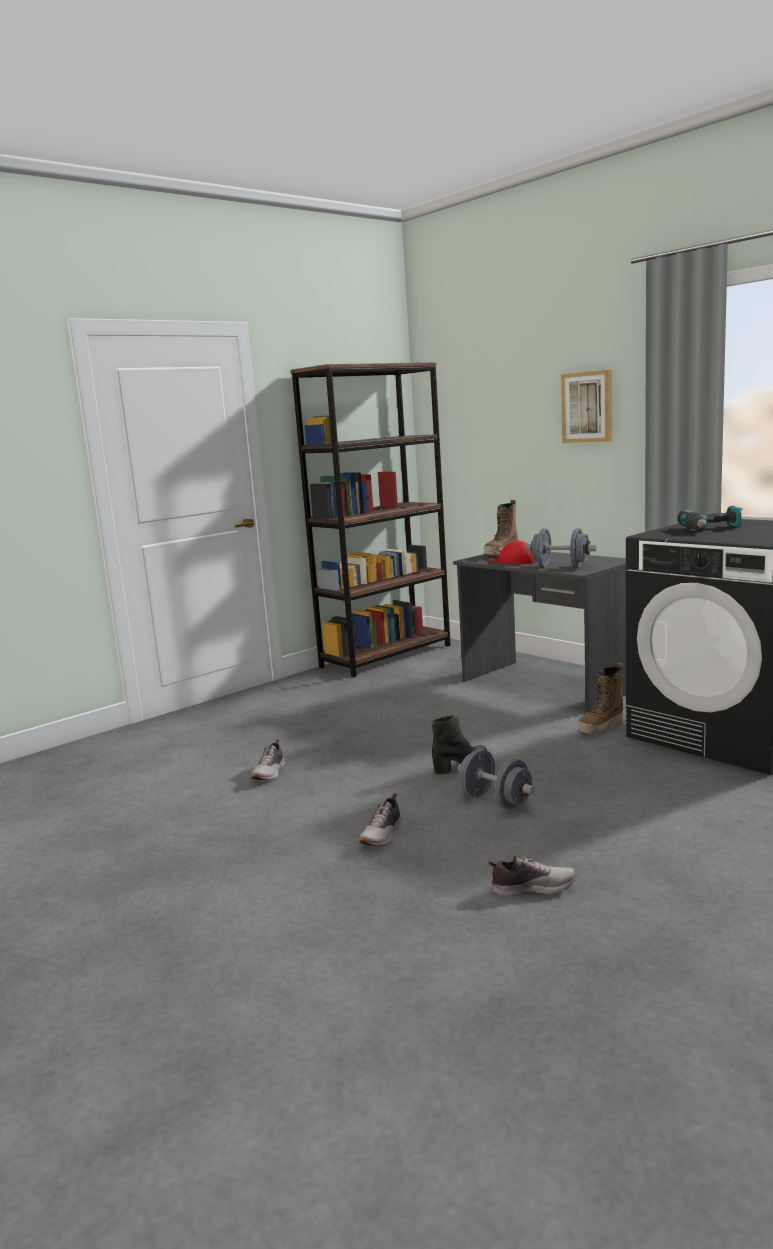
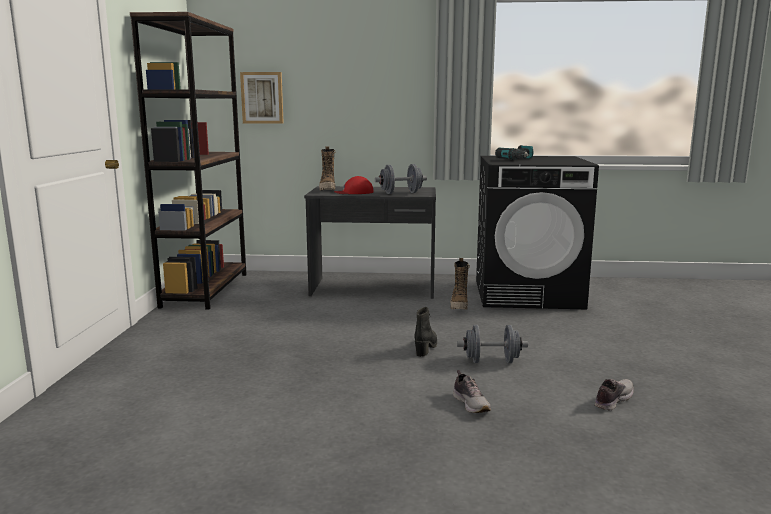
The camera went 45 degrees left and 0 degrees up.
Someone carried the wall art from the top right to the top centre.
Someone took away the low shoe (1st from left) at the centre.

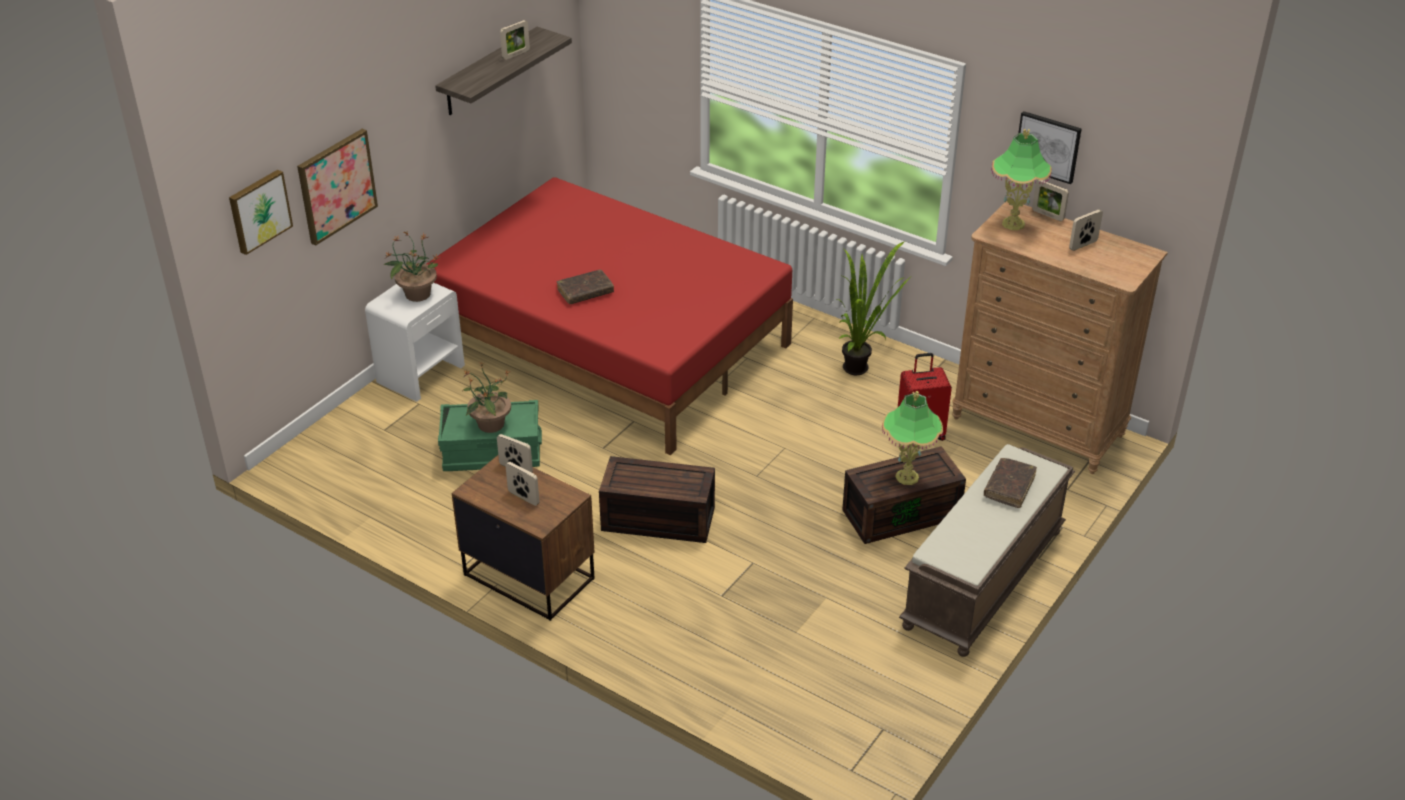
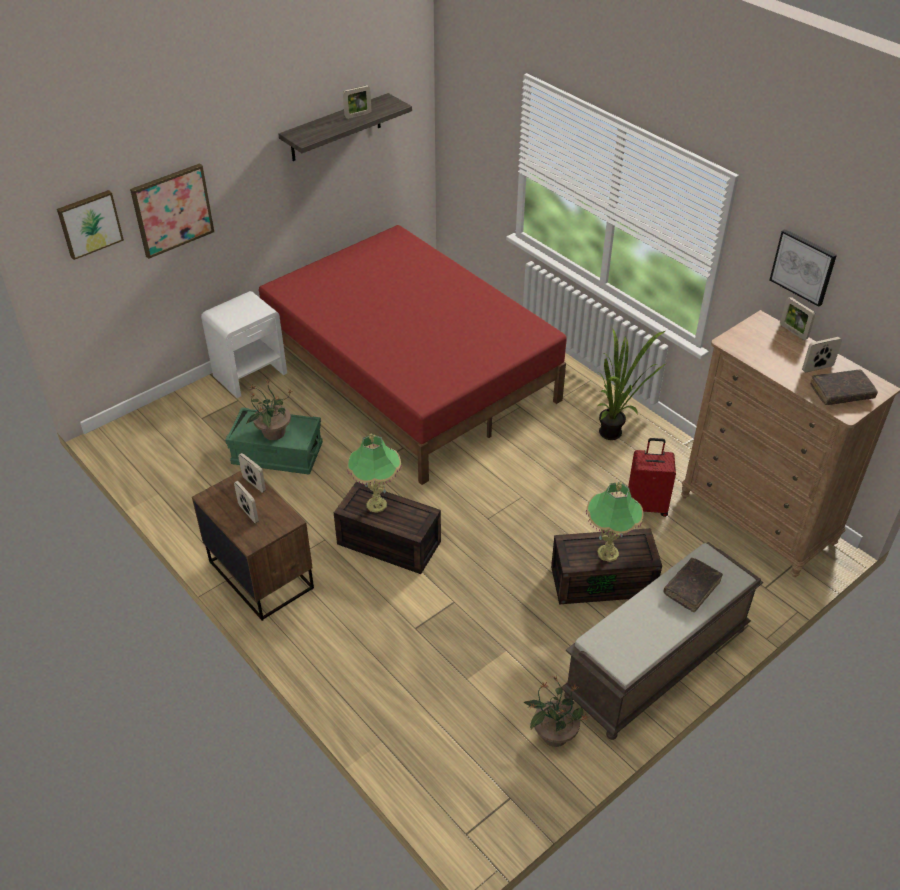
The camera went 15 degrees right and 5 degrees up.
Someone carried the tabletop lamp (2nd from left in the first image) from the top right to the centre.
Someone carried the houseplant (1st from left in the first image) from the top left to the bottom centre.
Someone carried the volume (brown-coloured) (1st from left in the first image) from the centre to the middle right.

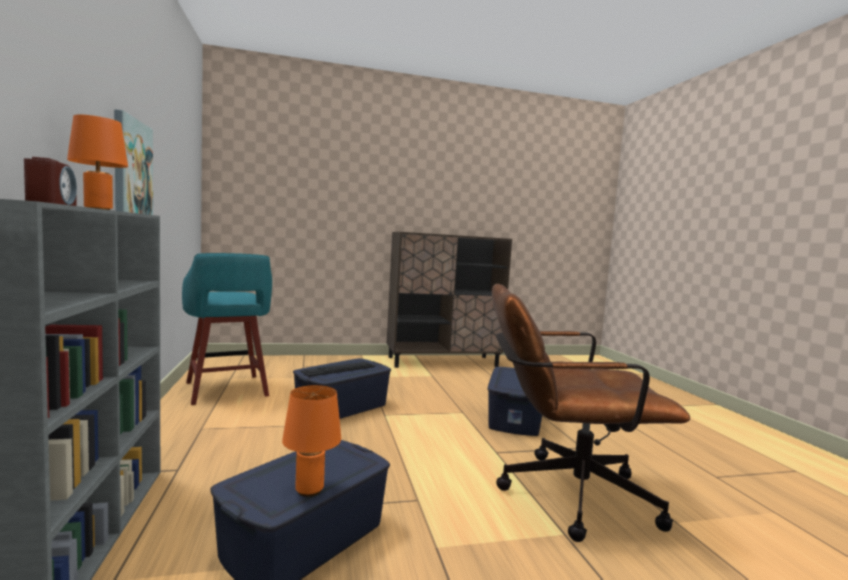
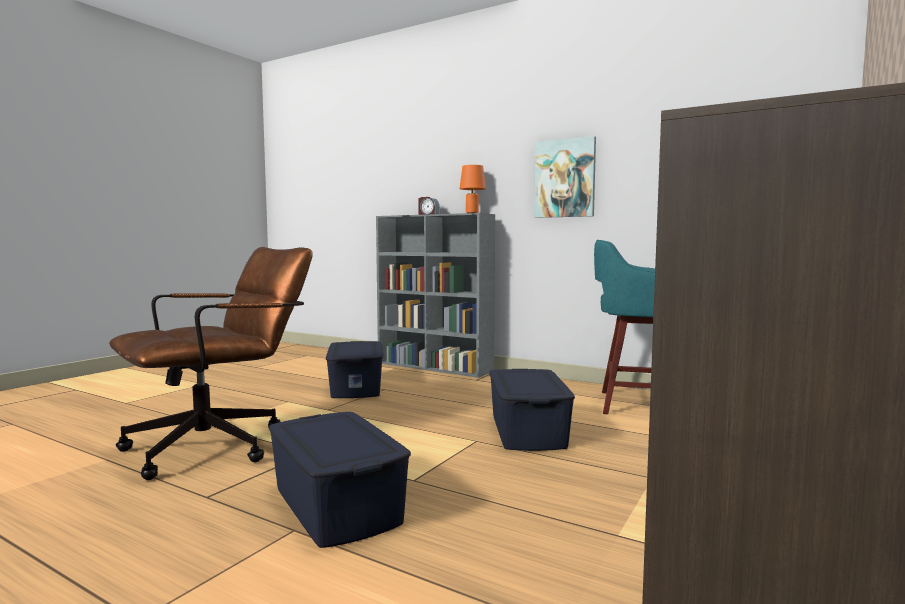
The camera went 135 degrees right and 0 degrees up.
Someone took away the computer keyboard at the centre.
Someone took away the tabletop lamp (orangey) (2nd from left) at the bottom centre.

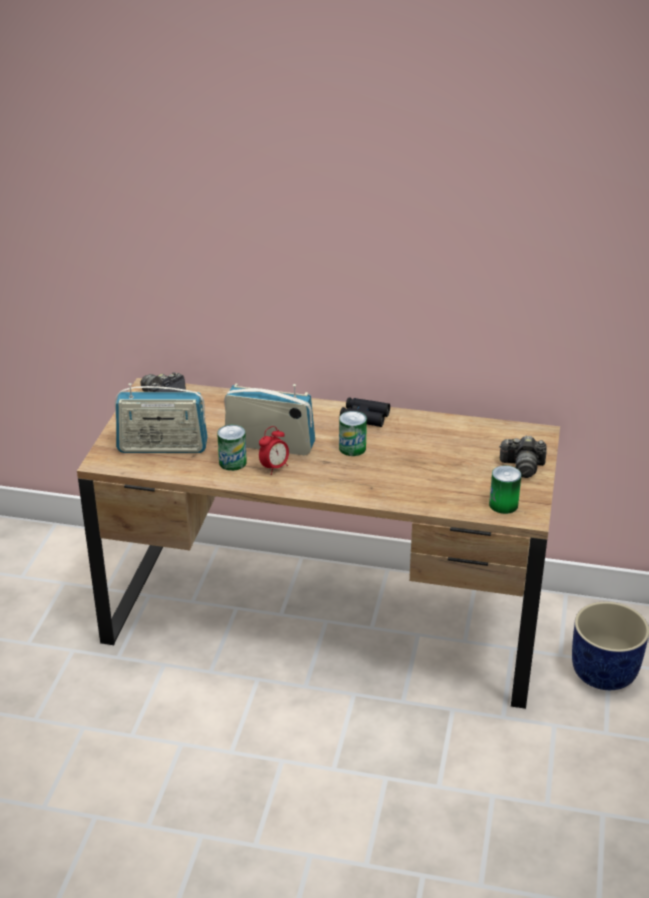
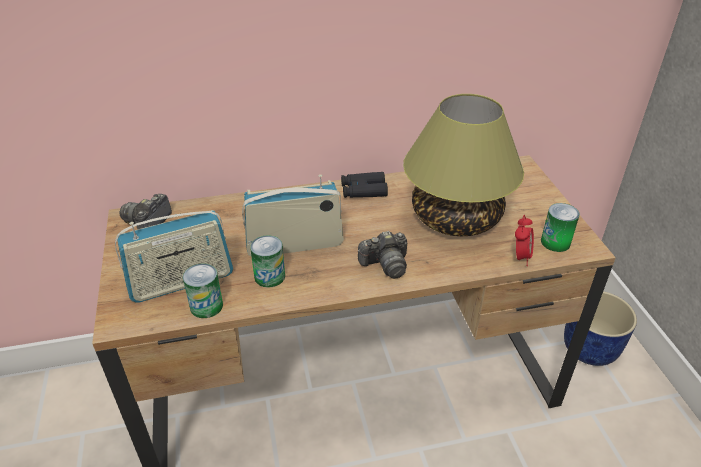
The camera went 25 degrees left and 5 degrees up.
Someone carried the sealed can (2nd from left in the first image) from the centre to the middle left.
Someone carried the alarm clock from the centre to the middle right.
Someone carried the photo camera (2nd from left) from the middle right to the centre.
Someone put down the tabletop lamp at the centre.

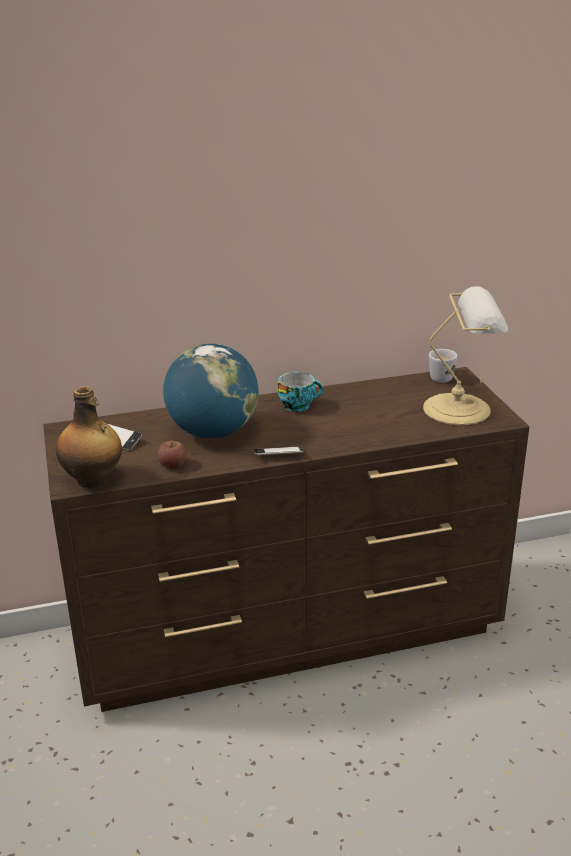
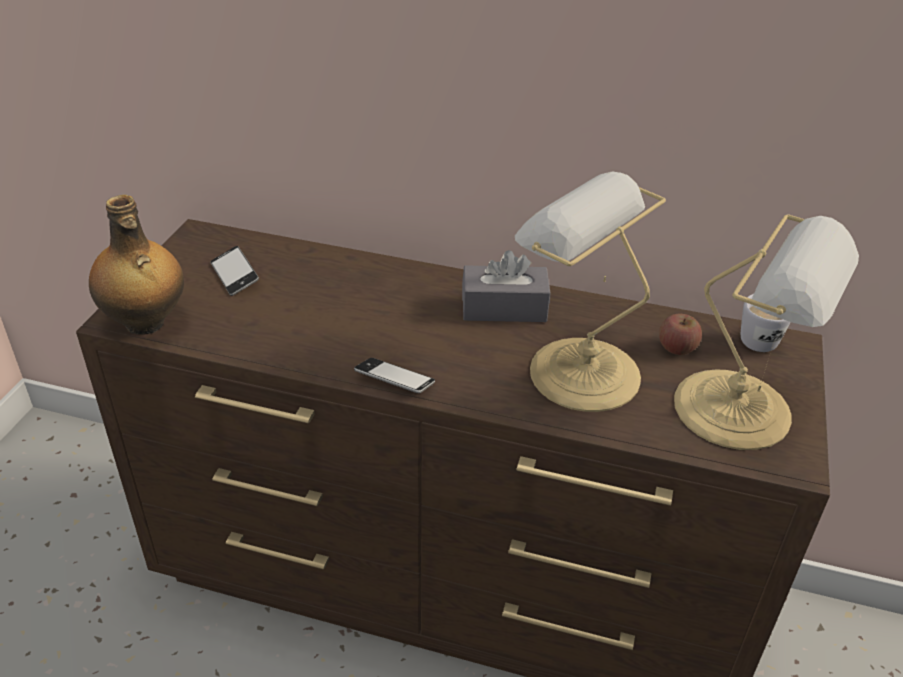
The camera went 30 degrees right and 10 degrees up.
Someone took away the globe at the centre.
Someone swapped the drinking cup at the centre for the tissue holder (greyish) at the centre.
Someone carried the apple from the middle left to the middle right.
Someone put down the tabletop lamp (1st from left) at the centre.

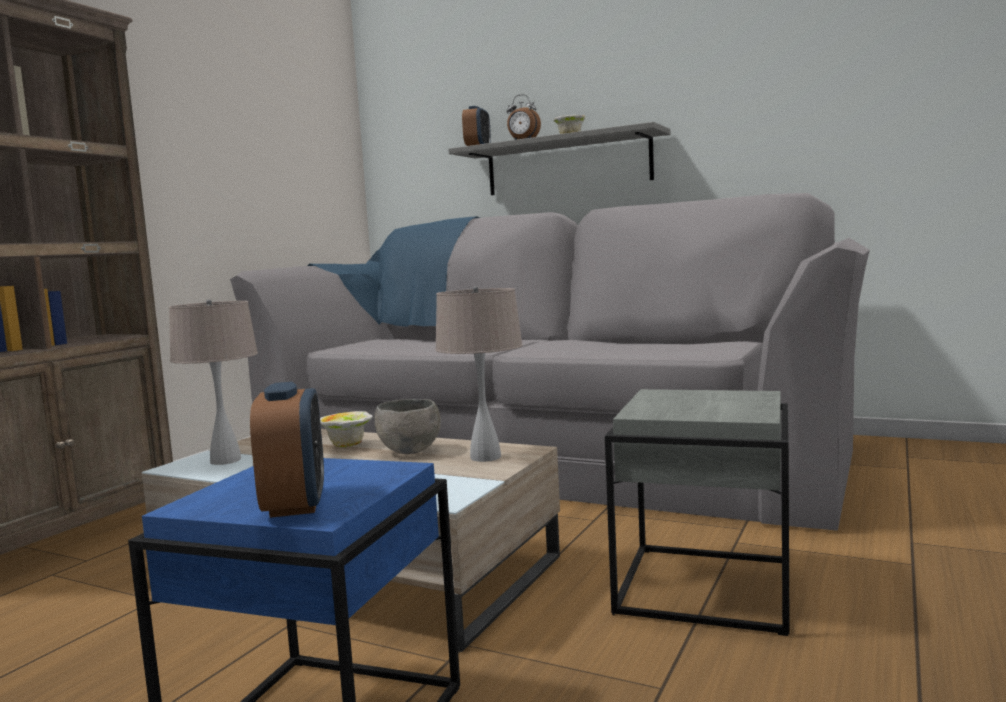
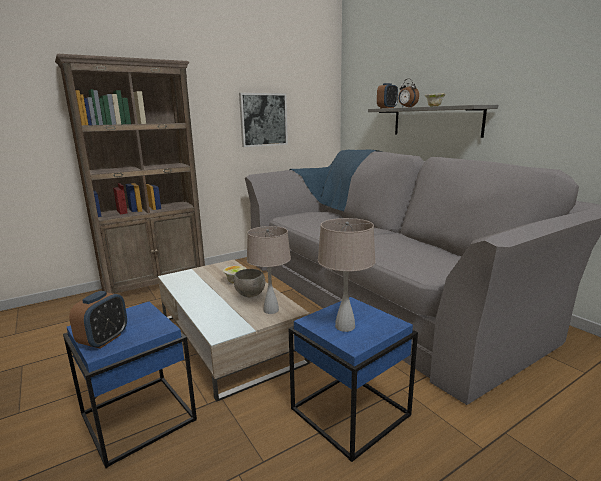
The camera went 30 degrees right and 10 degrees up.
Someone carried the tabletop lamp (beige-coloured) (1st from left in the first image) from the middle left to the centre.
Someone repainted the side table (greyish) at the bottom right, which became the side table (blue) (2nd from left) at the bottom centre.
Someone put up the wall art at the top centre.

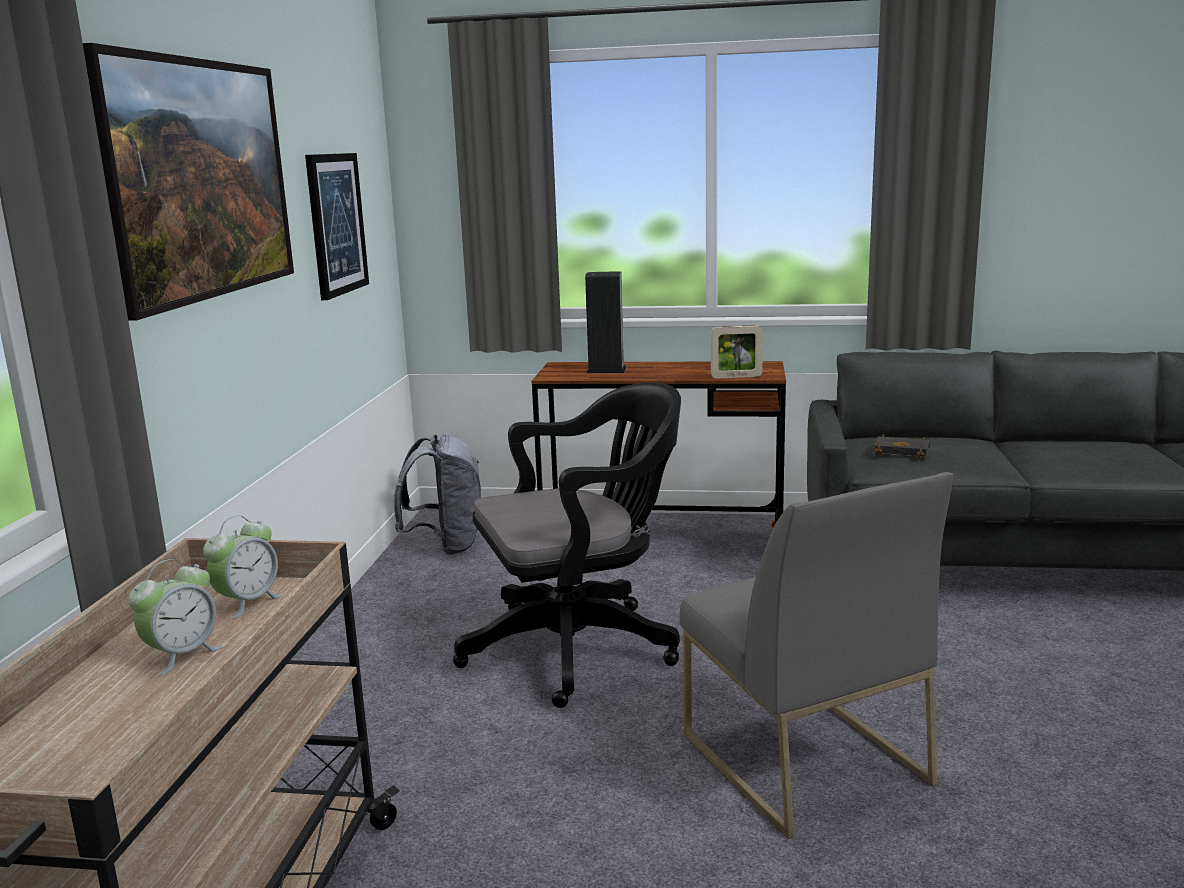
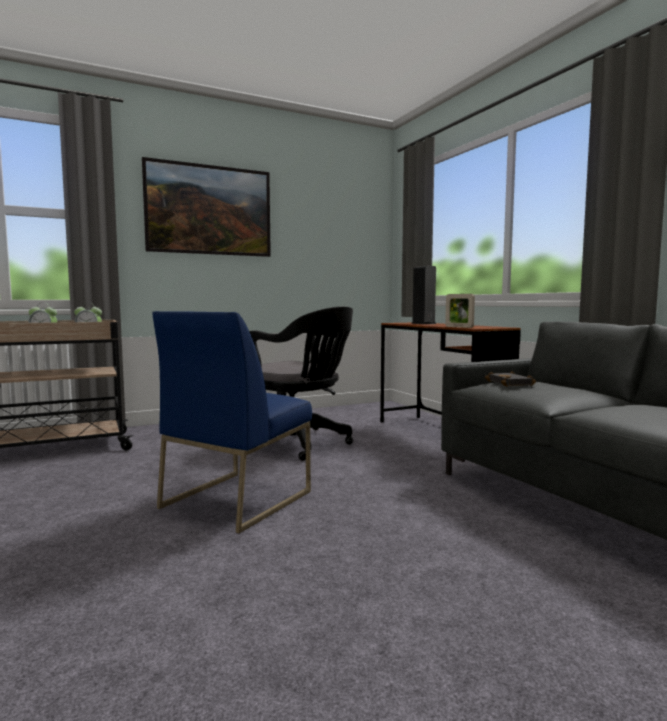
The camera went 55 degrees right and 10 degrees down.
Someone took away the wall art (2nd from left) at the top left.
Someone took away the rucksack (greyish) at the centre.
Someone repainted the plain chair (greyish) at the bottom right, which became the plain chair (blue) at the centre.

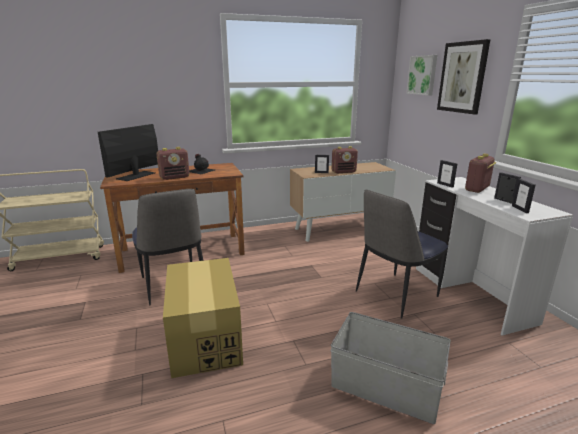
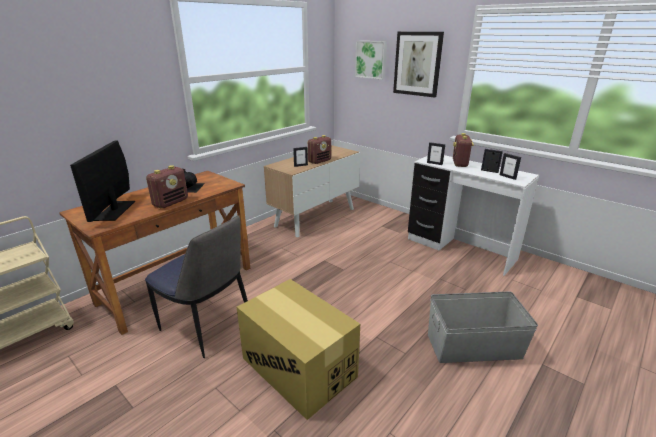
The camera went 30 degrees left and 5 degrees up.
Someone took away the plain chair (2nd from left) at the middle right.

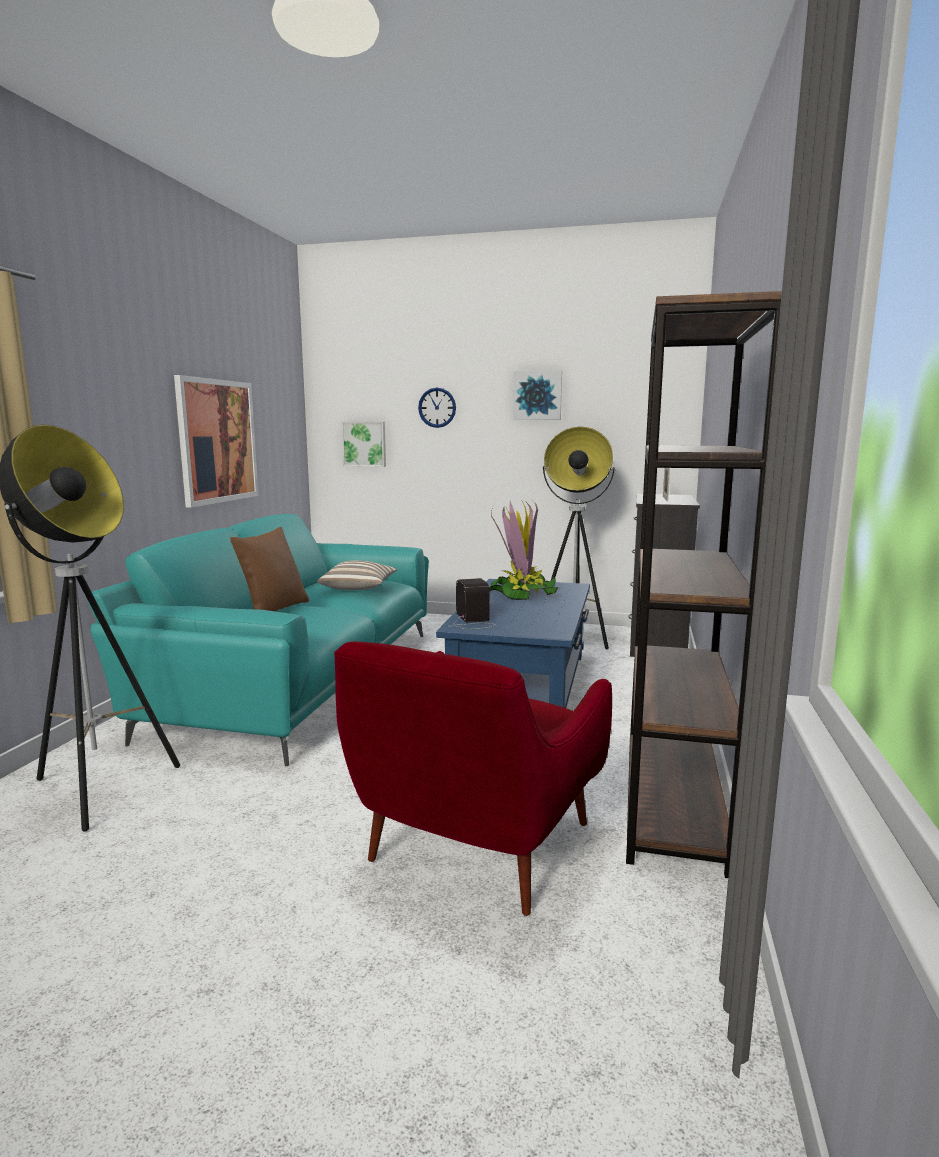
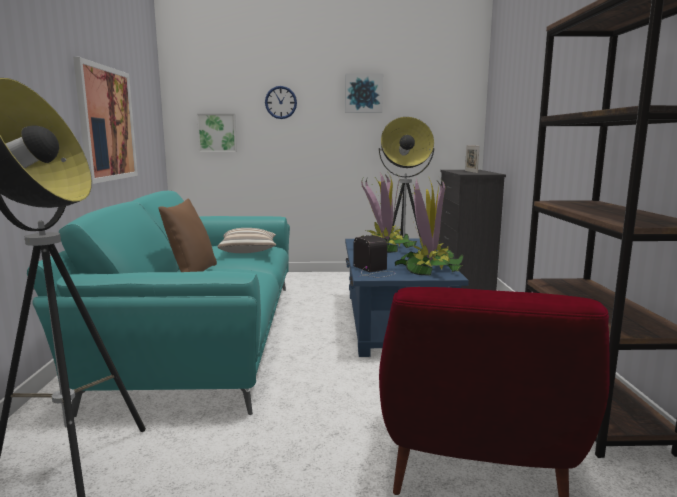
The camera went 15 degrees left and 0 degrees up.
Someone put down the houseplant (2nd from left) at the centre.

